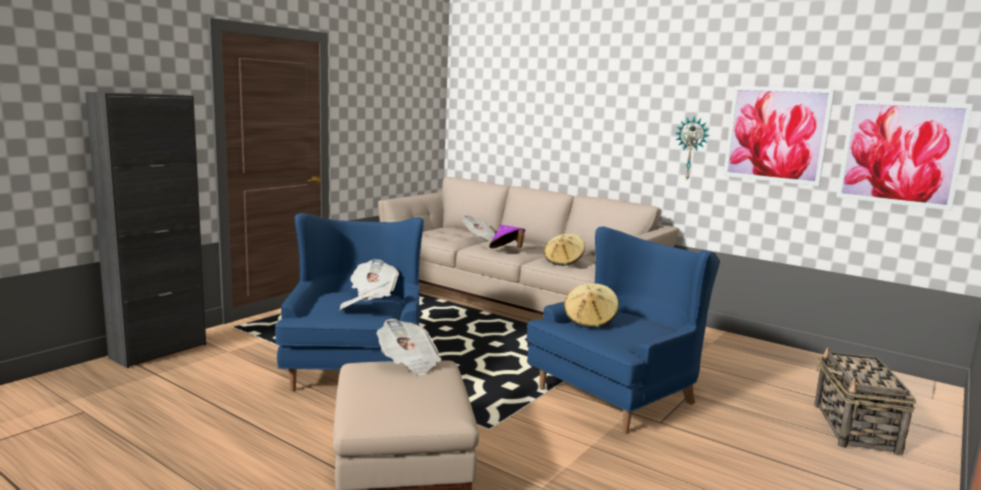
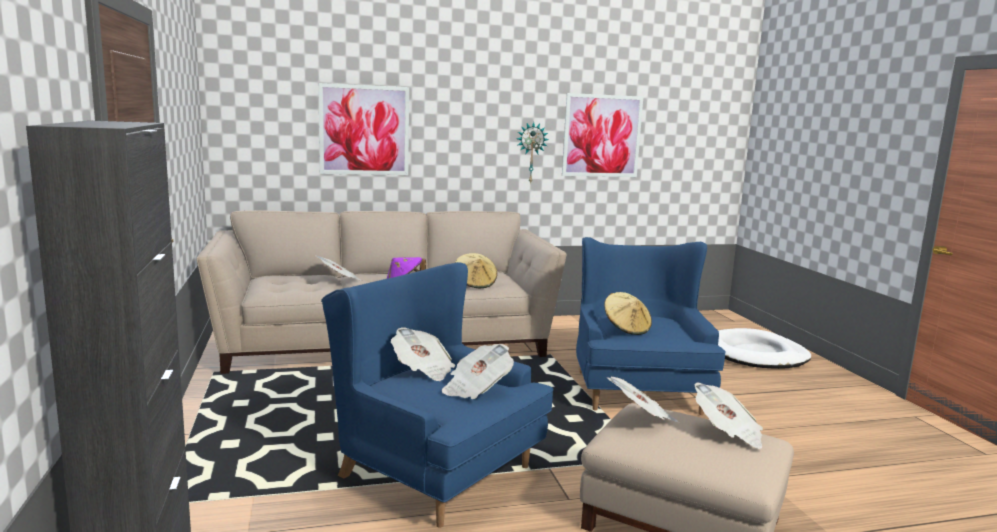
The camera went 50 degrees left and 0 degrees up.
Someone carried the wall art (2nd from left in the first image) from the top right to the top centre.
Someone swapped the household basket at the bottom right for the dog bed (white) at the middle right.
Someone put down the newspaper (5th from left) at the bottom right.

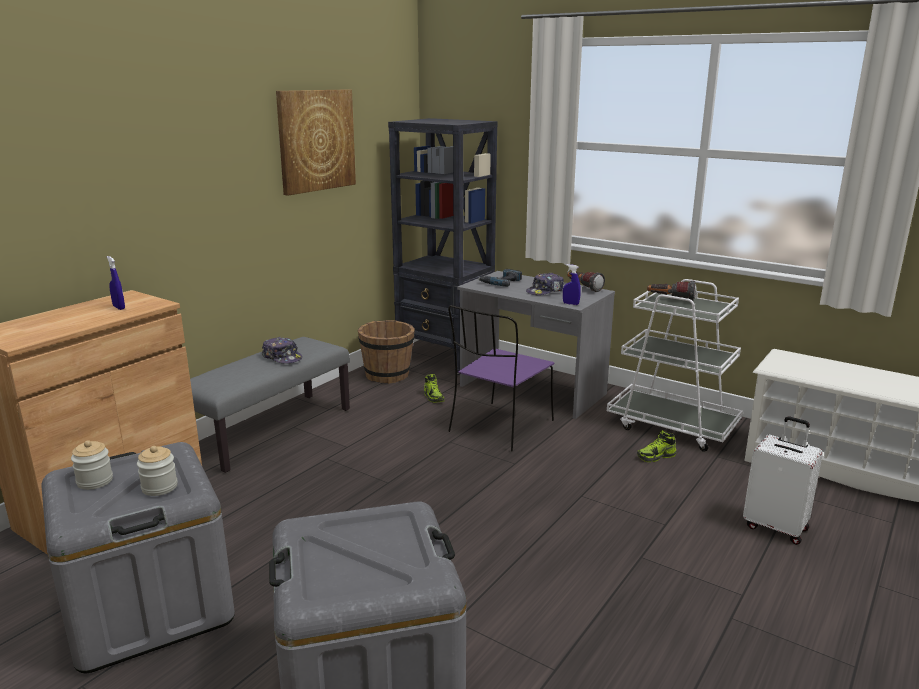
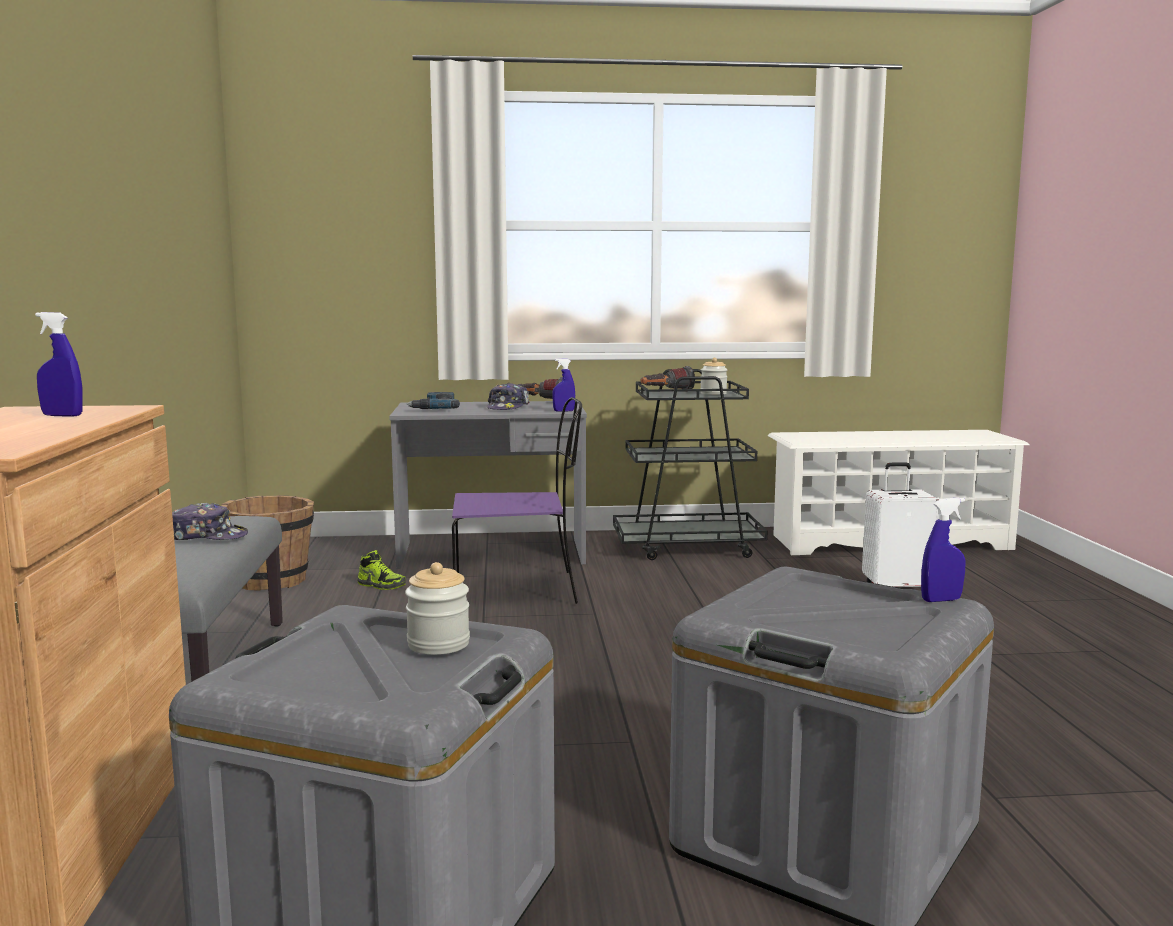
The camera went 40 degrees left and 10 degrees down.
Someone took away the wall art at the top centre.
Someone took away the shelving unit (black-coloured) at the centre.
Someone repainted the trolley (white) at the middle right, which became the trolley (black-coloured) at the centre.
Someone rotated the plain chair (purple) at the centre by 90 degrees counterclockwise.
Someone took away the low shoe (2nd from left) at the middle right.
Someone carried the preserve jar (1st from left in the first image) from the bottom left to the centre.
Someone put down the spray bottle (blue) (3rd from left) at the middle right.

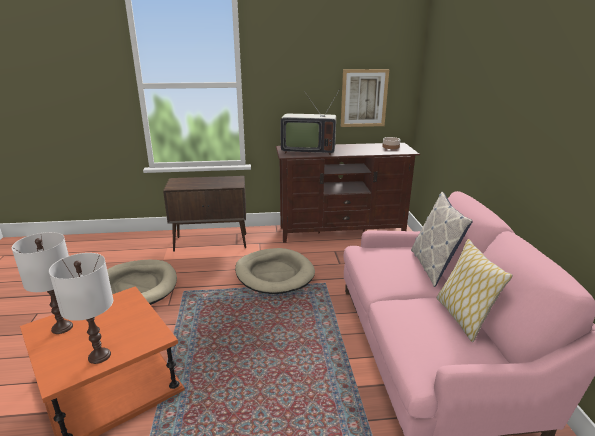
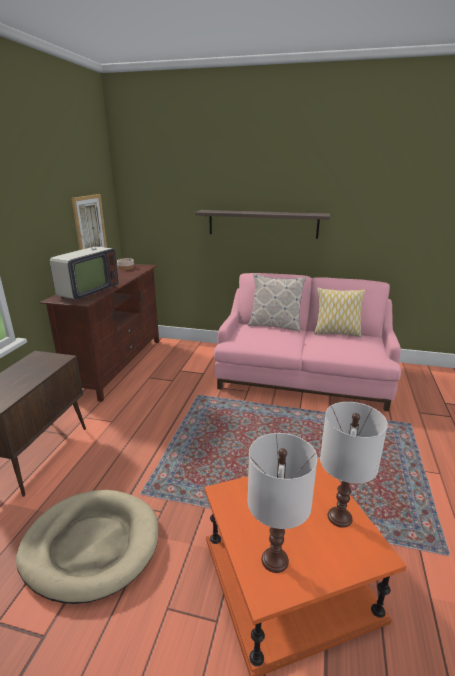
The camera went 70 degrees left and 0 degrees up.
Someone took away the dog bed (beige-coloured) (2nd from left) at the centre.
Someone put up the shelf at the top centre.

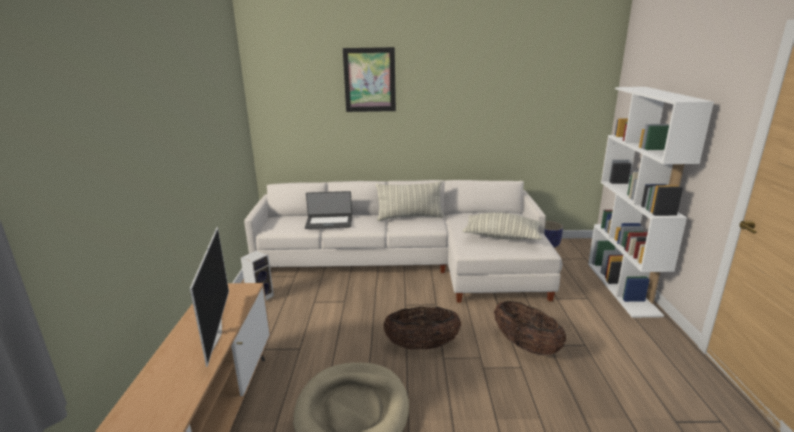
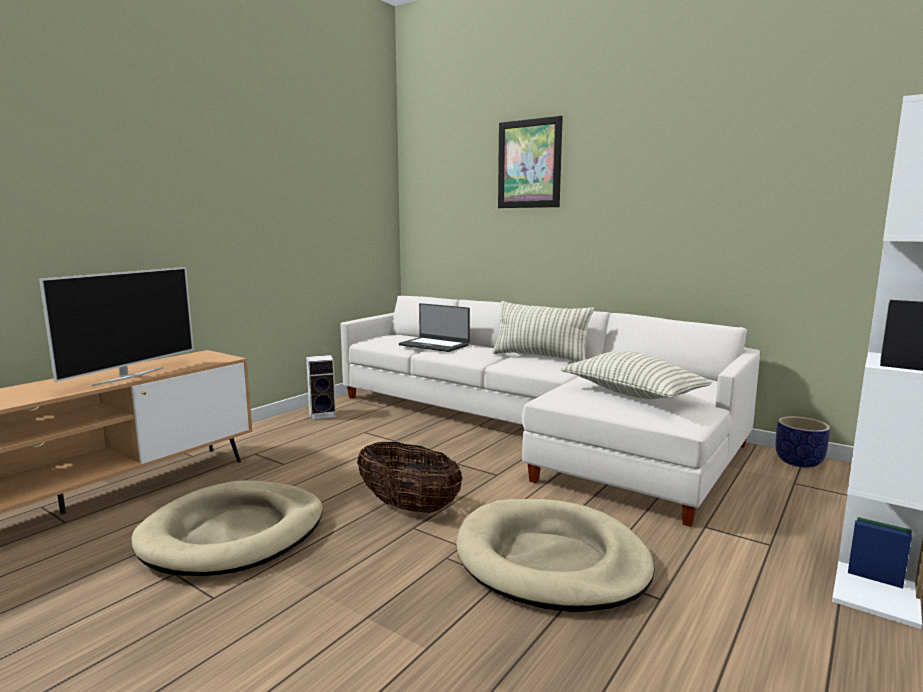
The camera went 35 degrees right and 10 degrees down.
Someone swapped the household basket (2nd from left) at the bottom right for the dog bed (beige-coloured) (2nd from left) at the bottom centre.

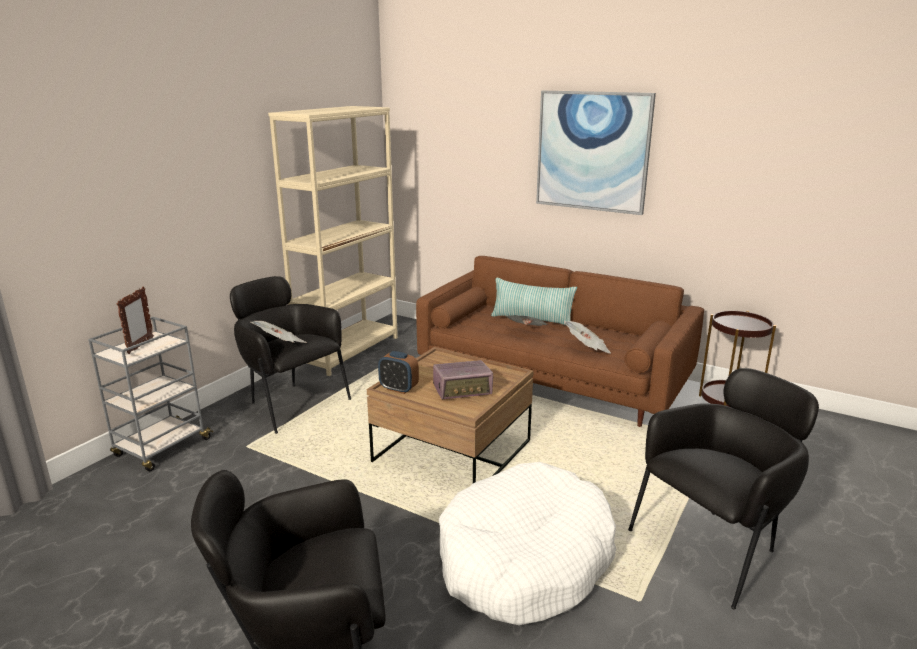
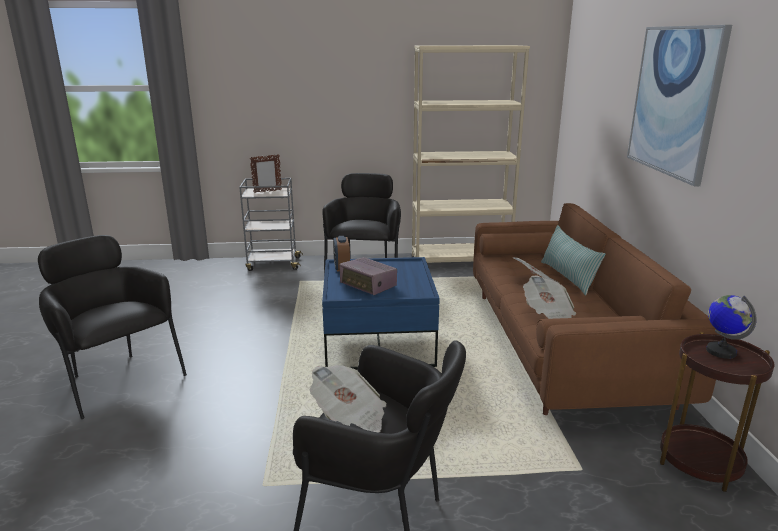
The camera went 55 degrees right and 0 degrees up.
Someone carried the newspaper (1st from left) from the middle left to the bottom centre.
Someone repainted the low table (brown-coloured) at the centre, which became the low table (blue) at the centre.
Someone took away the dog bed (white) at the bottom centre.
Someone put down the globe at the middle right.

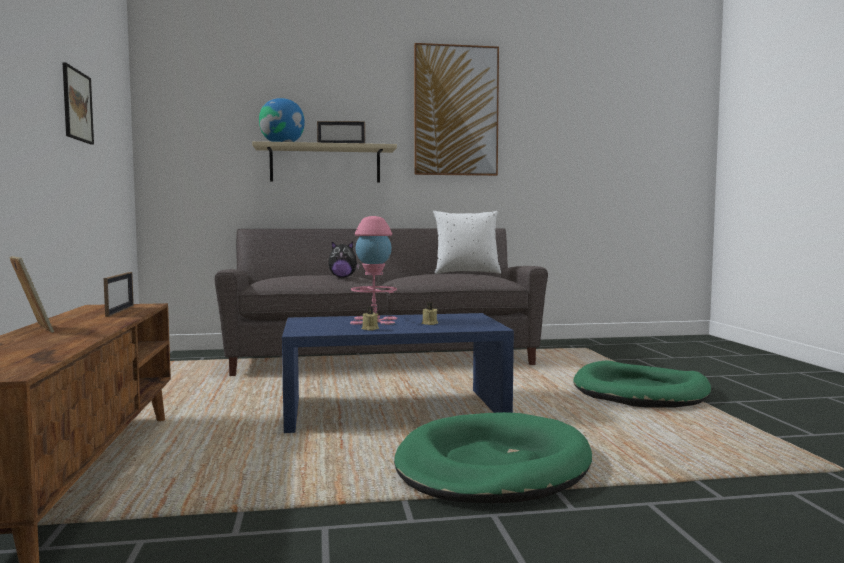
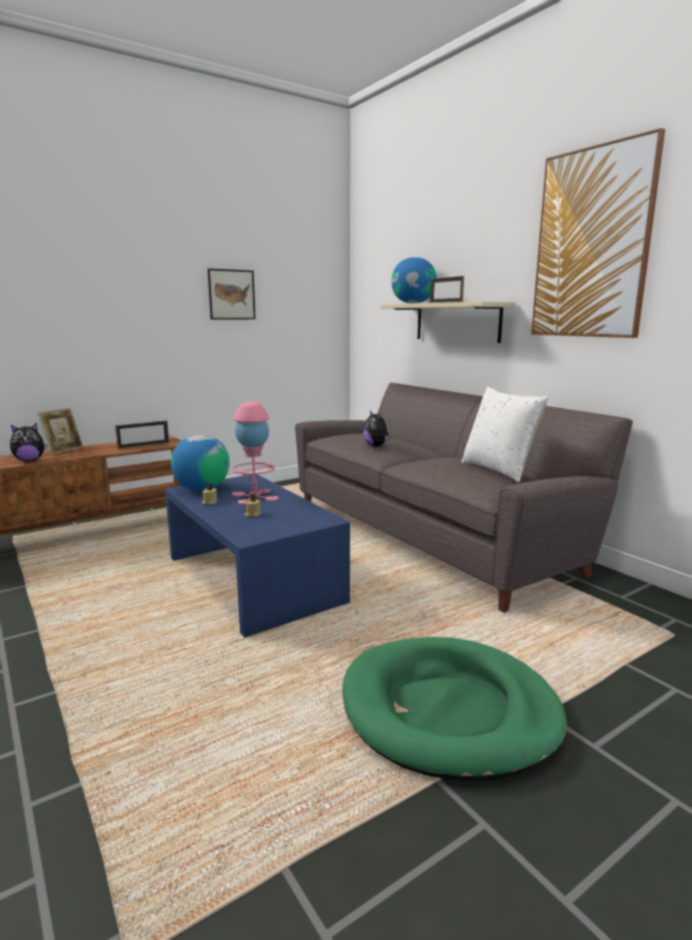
The camera went 65 degrees right and 10 degrees up.
Someone took away the dog bed (green-coloured) (1st from left) at the bottom centre.
Someone put down the soft toy (1st from left) at the middle left.
Someone put down the globe (1st from left) at the middle left.

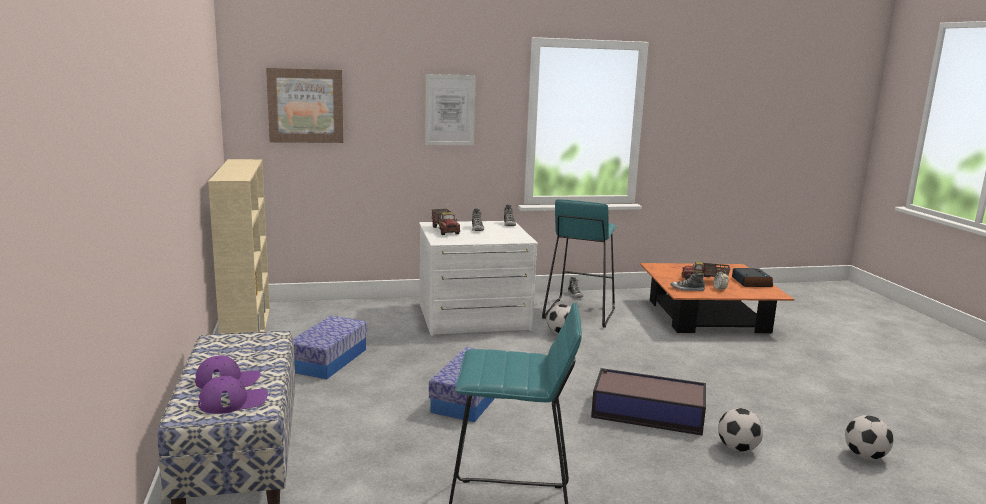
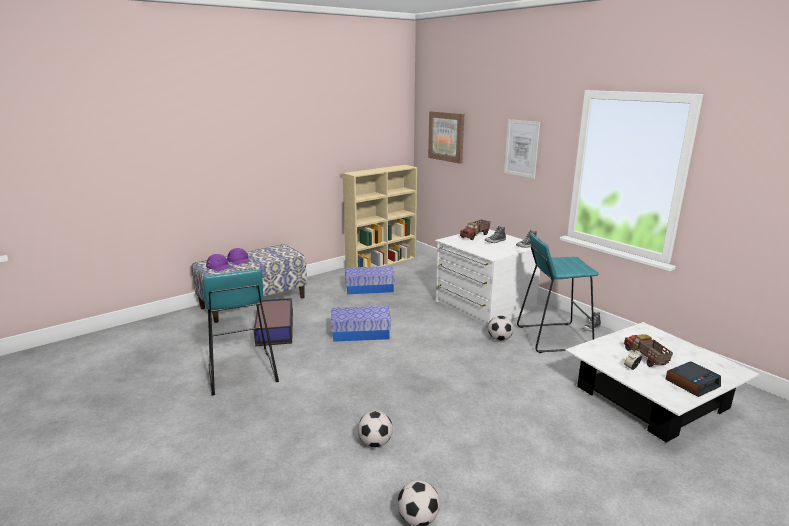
The camera went 65 degrees right and 5 degrees up.
Someone repainted the low table (orangey) at the middle right, which became the low table (white) at the bottom right.
Someone took away the low shoe (4th from left) at the middle right.
Someone carried the storage bin (3rd from left in the first image) from the bottom centre to the centre.

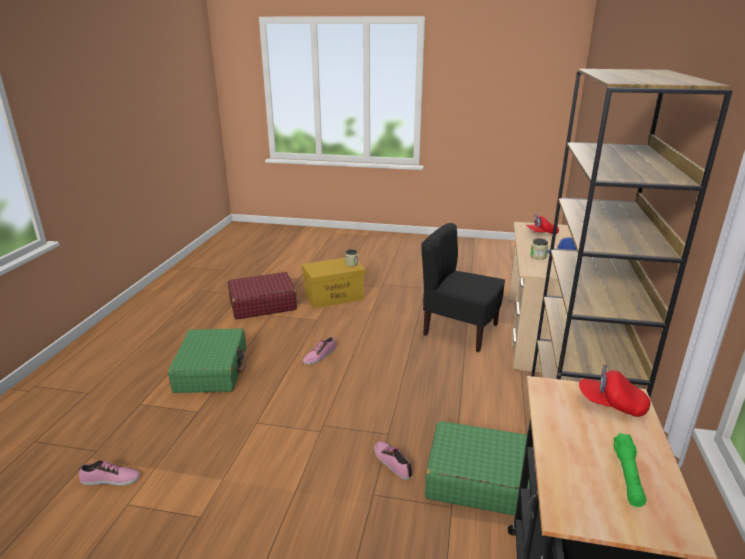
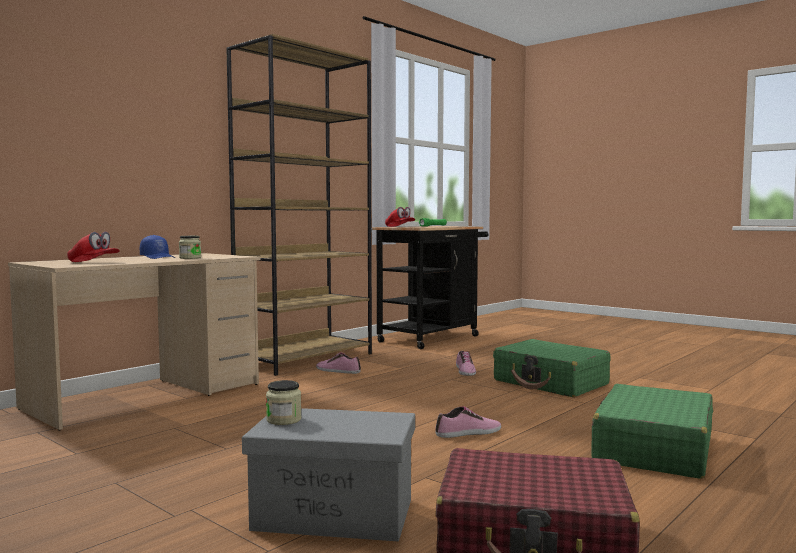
The camera went 150 degrees left and 20 degrees down.
Someone took away the plain chair (black-coloured) at the centre.
Someone repainted the storage bin (yellow) at the centre, which became the storage bin (greyish) at the bottom centre.
Someone carried the travel case (green-coloured) (2nd from left in the first image) from the bottom centre to the middle right.
Someone carried the low shoe (1st from left) from the bottom left to the centre.

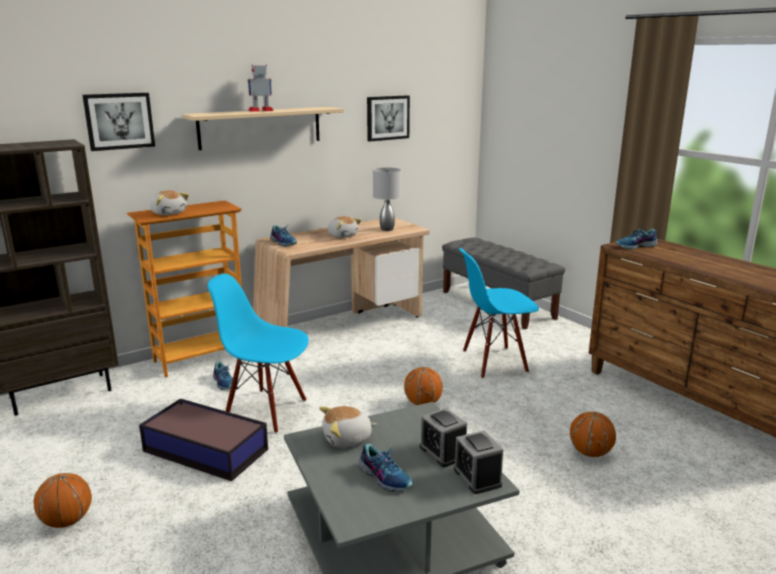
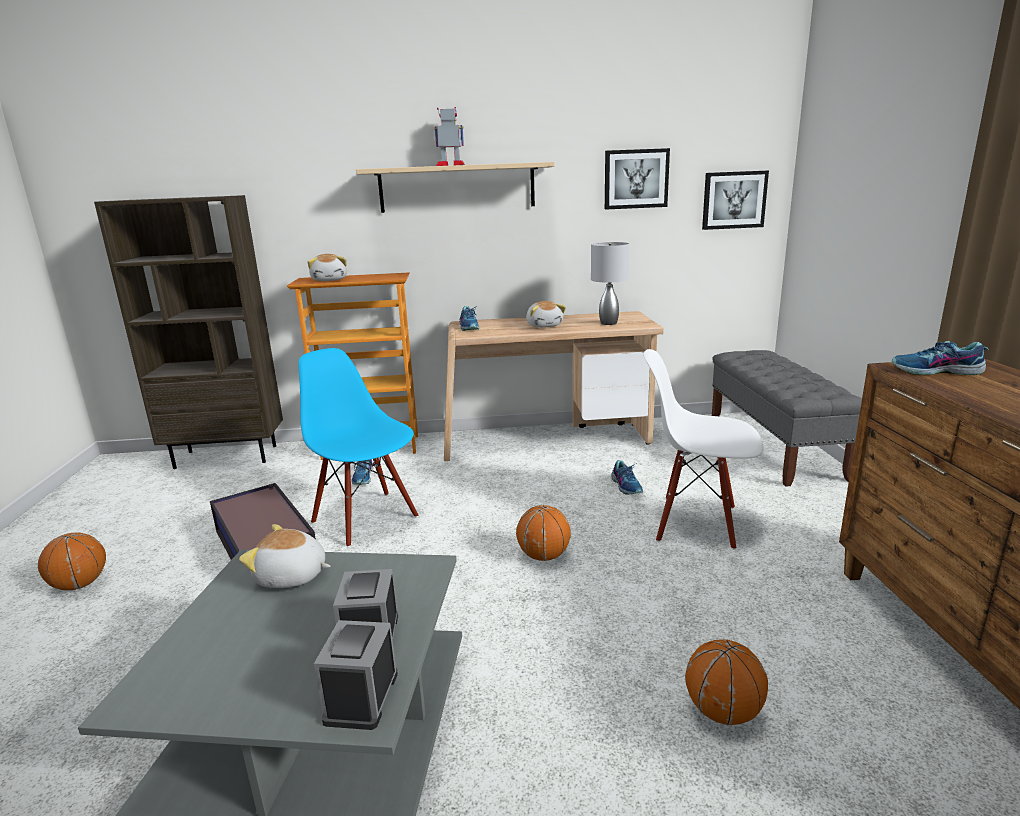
The camera went 30 degrees right and 0 degrees up.
Someone carried the wall art (1st from left in the first image) from the top left to the top right.
Someone repainted the plain chair (blue) (2nd from left) at the centre, which became the plain chair (white) at the middle right.
Someone carried the low shoe (3rd from left) from the bottom centre to the centre.

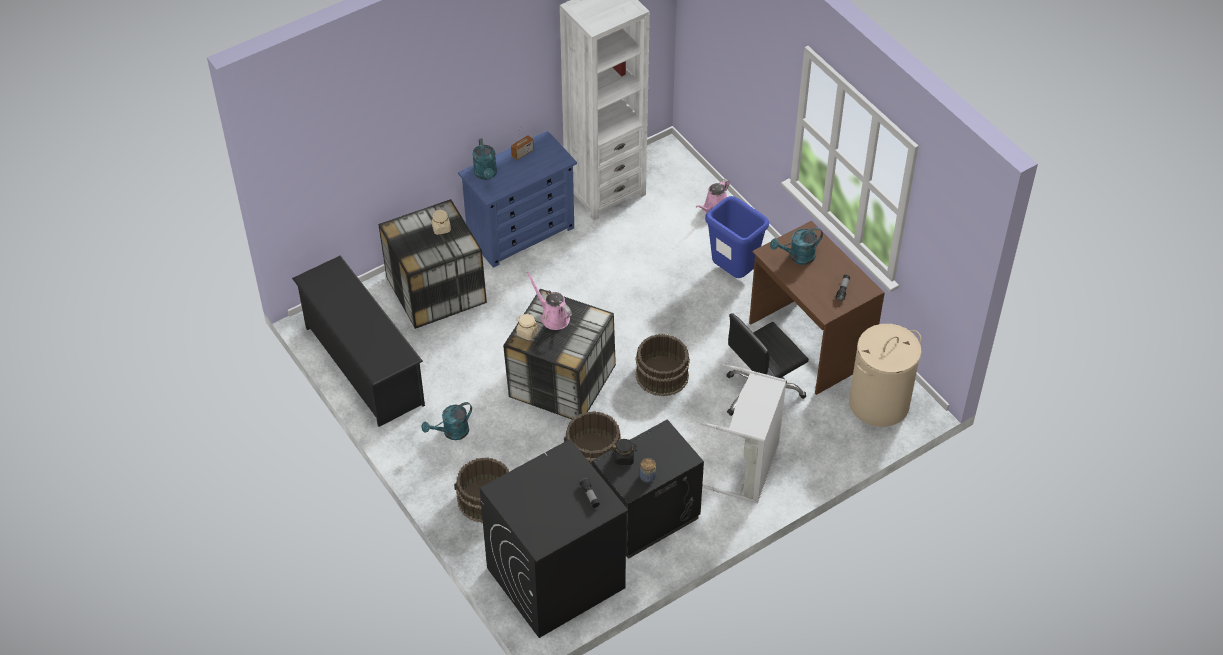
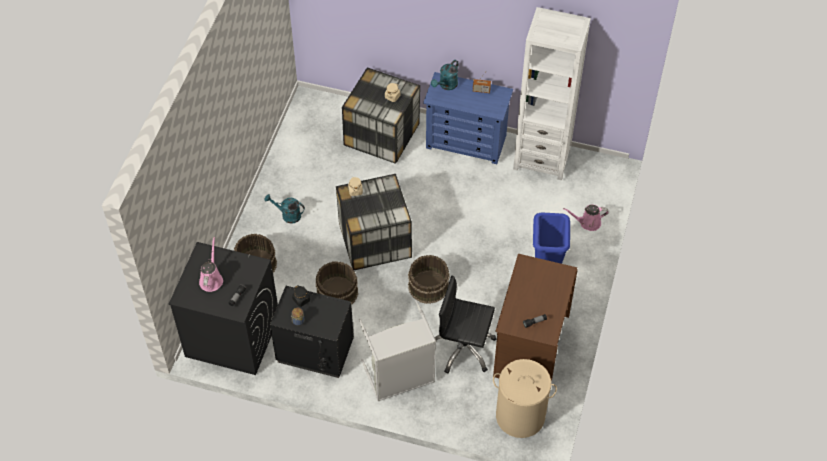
The camera went 50 degrees right and 5 degrees up.
Someone took away the watering can (turquoise) (3rd from left) at the centre.
Someone took away the shoe stand (black-coloured) at the middle left.
Someone carried the watering can (pinkish) (1st from left) from the centre to the middle left.

